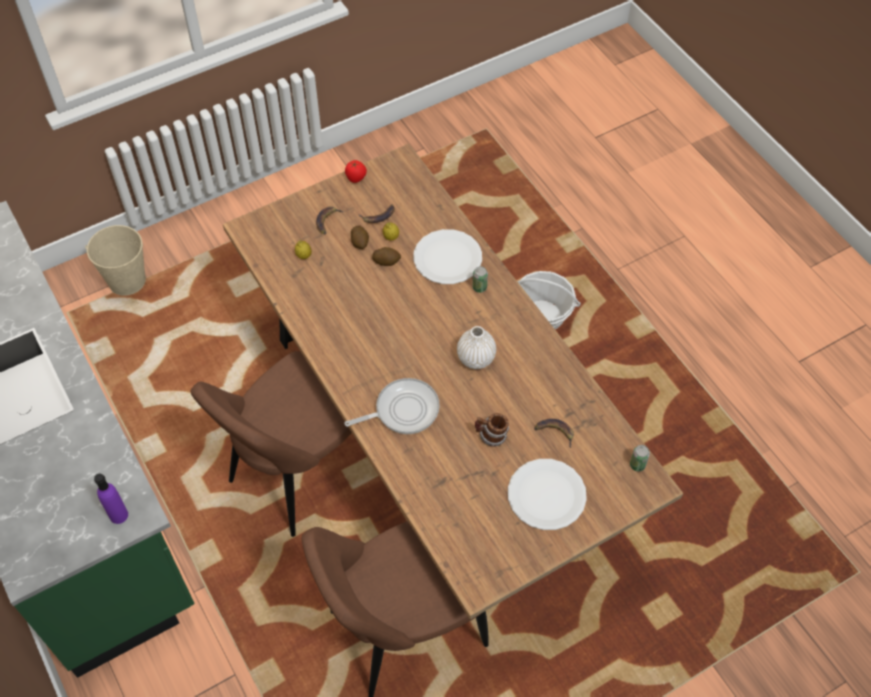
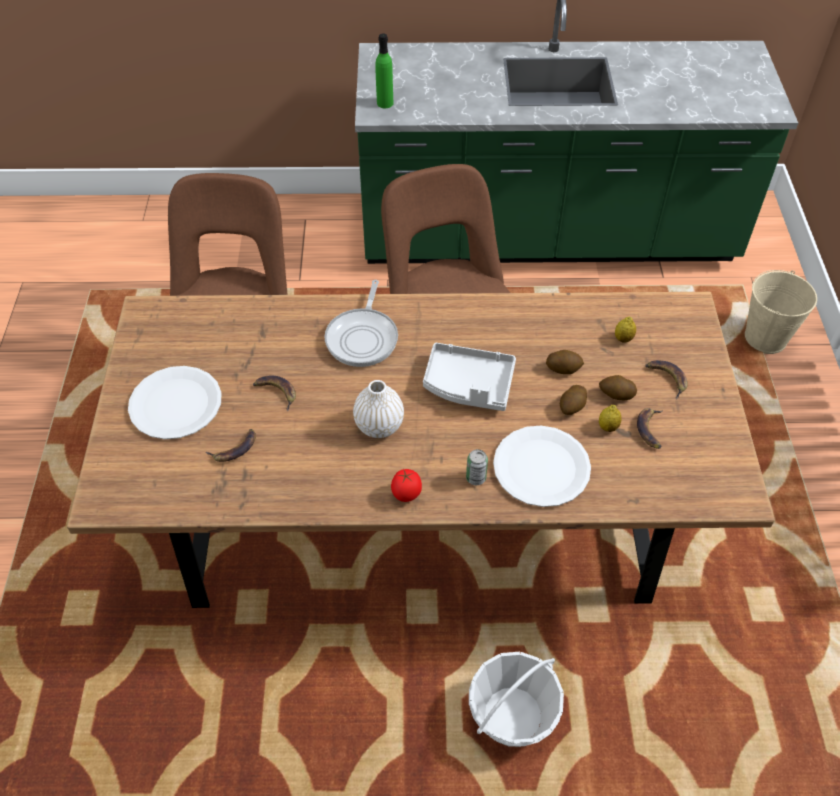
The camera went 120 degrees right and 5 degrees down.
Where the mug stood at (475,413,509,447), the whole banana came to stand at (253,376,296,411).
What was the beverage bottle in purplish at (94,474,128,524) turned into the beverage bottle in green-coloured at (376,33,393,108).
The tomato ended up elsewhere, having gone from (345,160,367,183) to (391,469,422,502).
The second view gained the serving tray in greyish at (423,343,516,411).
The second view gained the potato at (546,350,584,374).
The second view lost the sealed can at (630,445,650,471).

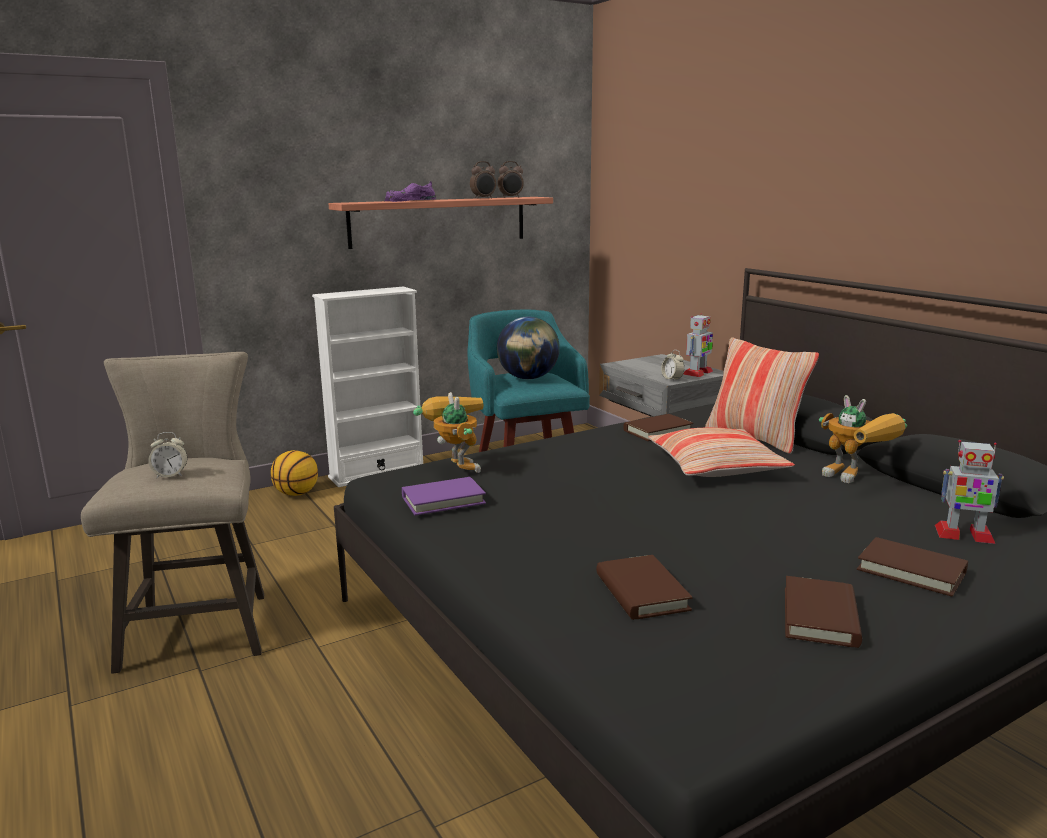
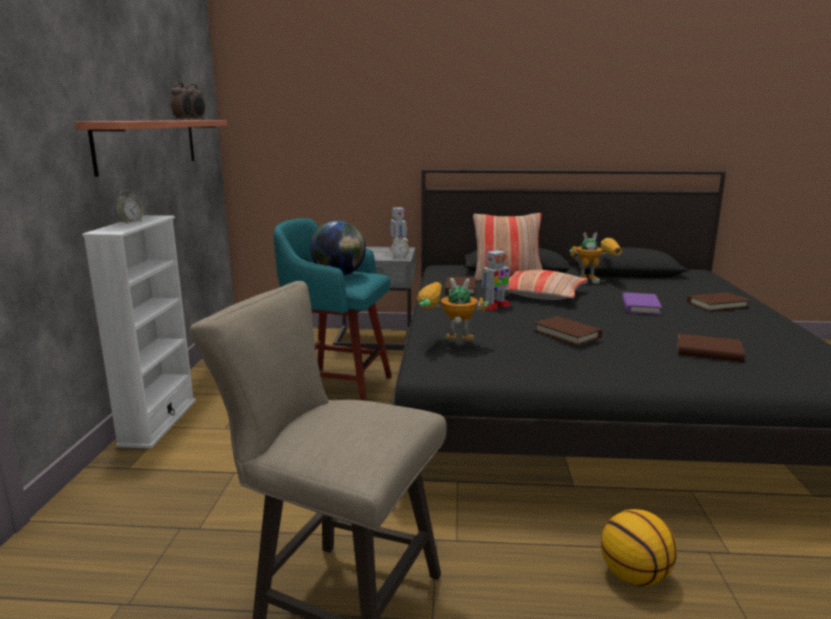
The camera went 55 degrees left and 0 degrees up.
The alarm clock ended up elsewhere, having gone from (148,432,187,478) to (115,190,144,224).
The model robot ended up elsewhere, having gone from (935,440,1004,544) to (482,249,511,311).
The book in brown-coloured ended up elsewhere, having gone from (785,576,862,648) to (534,316,602,346).
The ball for basketball ended up elsewhere, having gone from (271,450,318,496) to (601,509,677,586).
The book in purplish ended up elsewhere, having gone from (402,477,486,516) to (622,293,662,315).
The second view lost the item of footwear in purplish at (385,181,436,202).

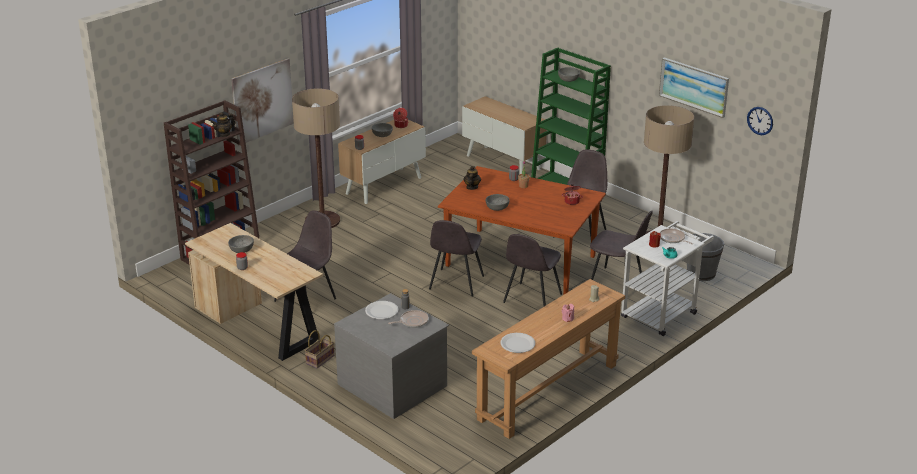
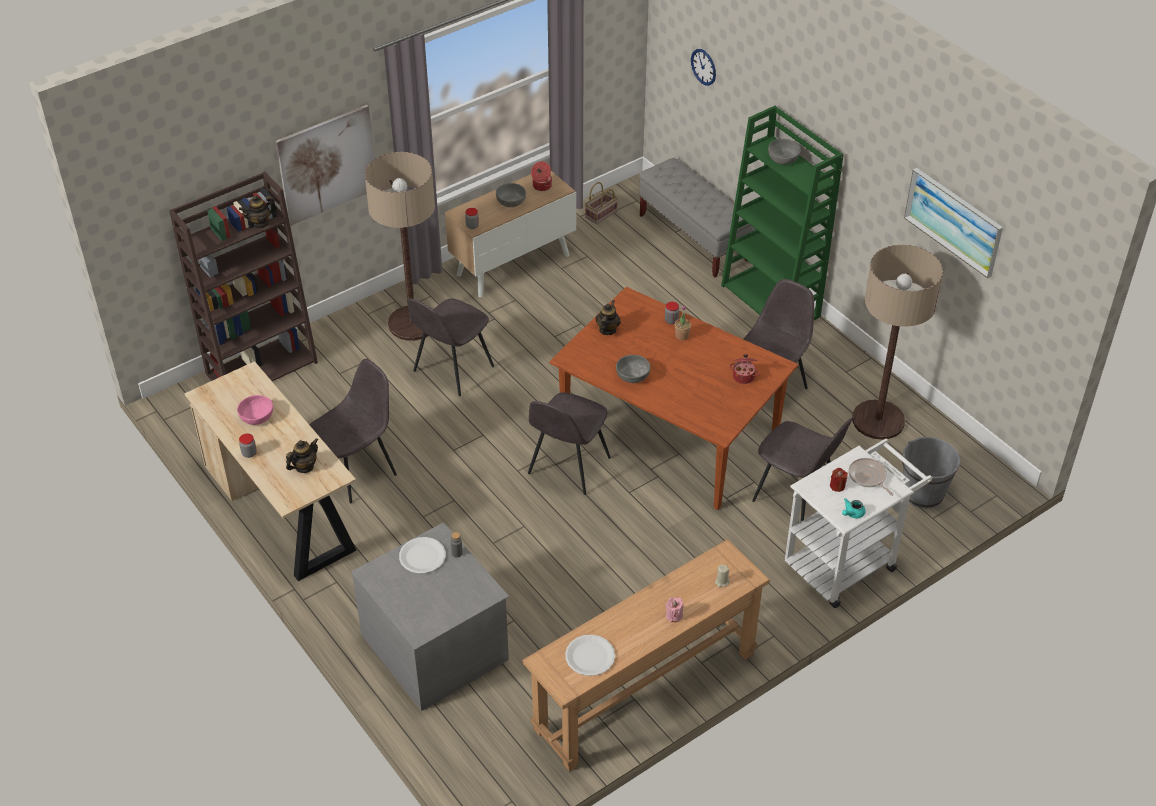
The camera went 10 degrees right and 15 degrees up.
What was the bowl in greyish at (228,235,254,253) turned into the bowl in pink-coloured at (237,395,273,425).
The second view gained the tea pot at (286,438,318,473).
The chair in greyish ended up elsewhere, having gone from (503,234,562,306) to (407,298,494,396).
The storage basket ended up elsewhere, having gone from (305,330,334,368) to (585,182,618,224).
Where the cabinet stood at (462,96,547,174), the long seat in greyish came to stand at (639,158,753,278).
The hanging clock ended up elsewhere, having gone from (747,107,773,135) to (691,49,716,86).
The second view lost the pan at (388,310,429,328).

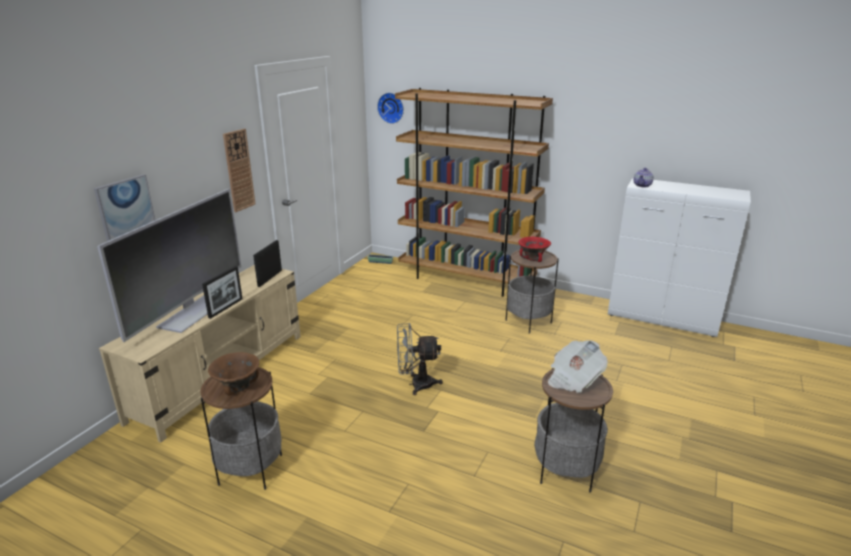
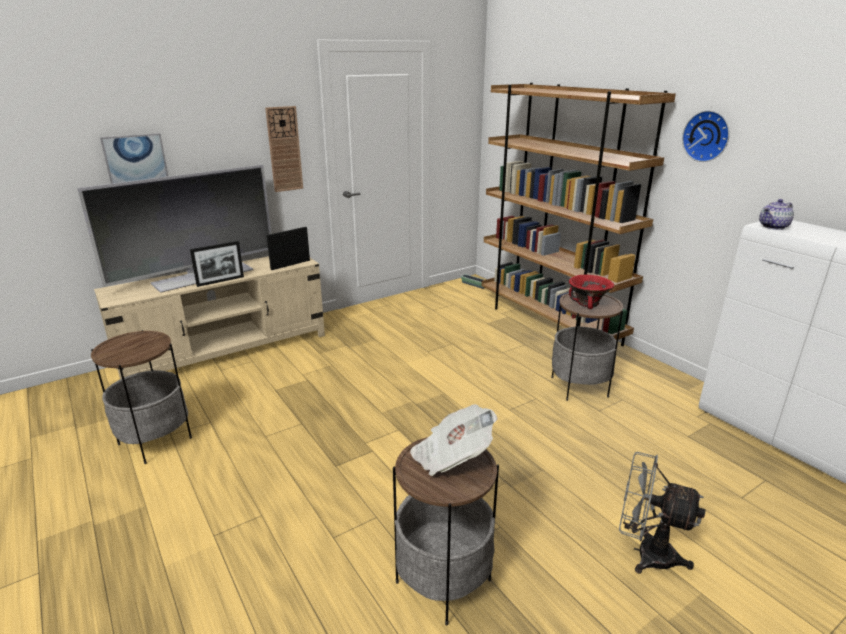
The camera went 30 degrees right and 0 degrees up.
The cooling fan in greyish ended up elsewhere, having gone from (397,323,443,395) to (619,452,705,574).
The hanging clock ended up elsewhere, having gone from (377,93,404,124) to (682,110,730,162).
The second view lost the bowl in brown-coloured at (208,352,259,396).

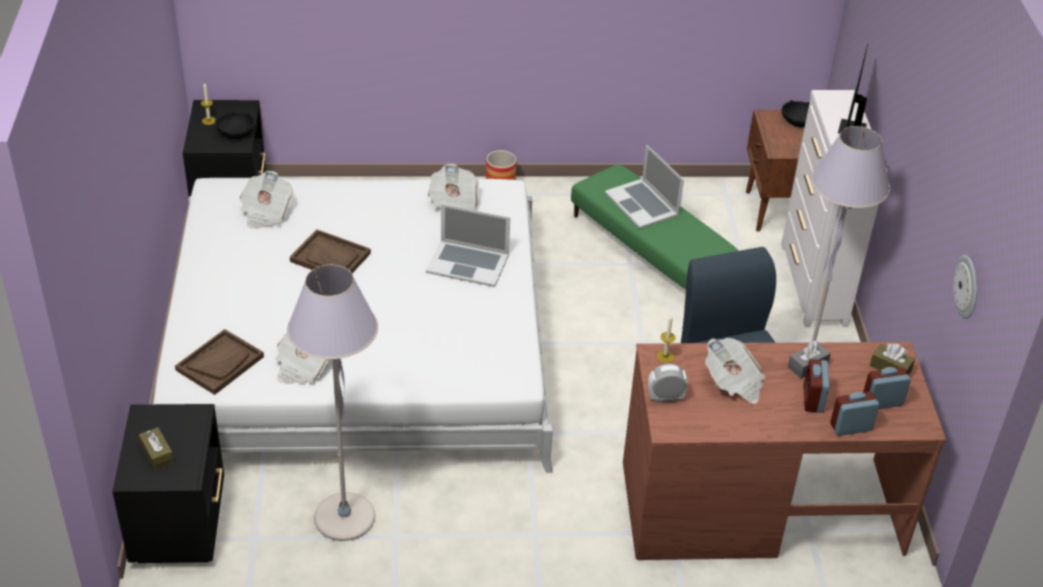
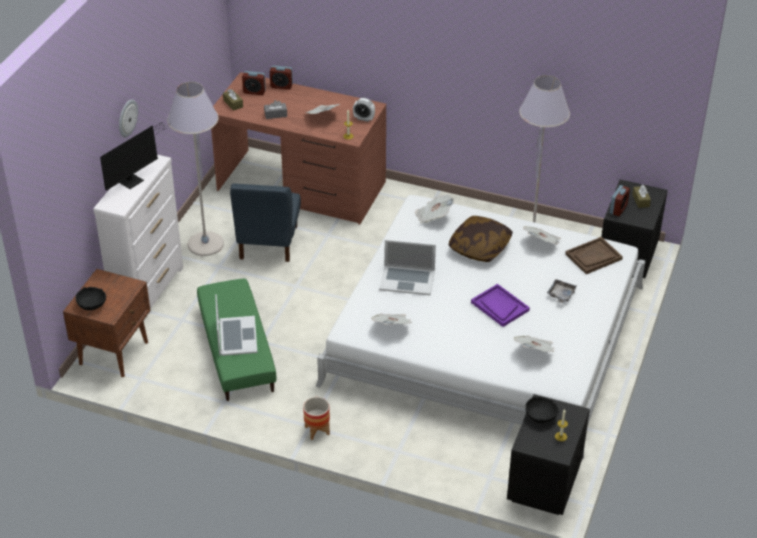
The camera went 155 degrees left and 0 degrees up.
The hanging clock ended up elsewhere, having gone from (953,255,977,319) to (119,99,138,137).
The notebook computer at (426,204,510,287) ended up facing another way, 150 degrees clockwise from before.
The second view gained the daily paper at (415,194,455,224).
The second view gained the throw pillow at (449,216,513,262).
What was the serving tray in brown-coloured at (290,230,371,273) turned into the serving tray in purplish at (471,284,530,327).
The second view gained the serving tray in greyish at (547,279,576,304).
The alarm clock ended up elsewhere, having gone from (803,359,829,413) to (610,185,630,216).

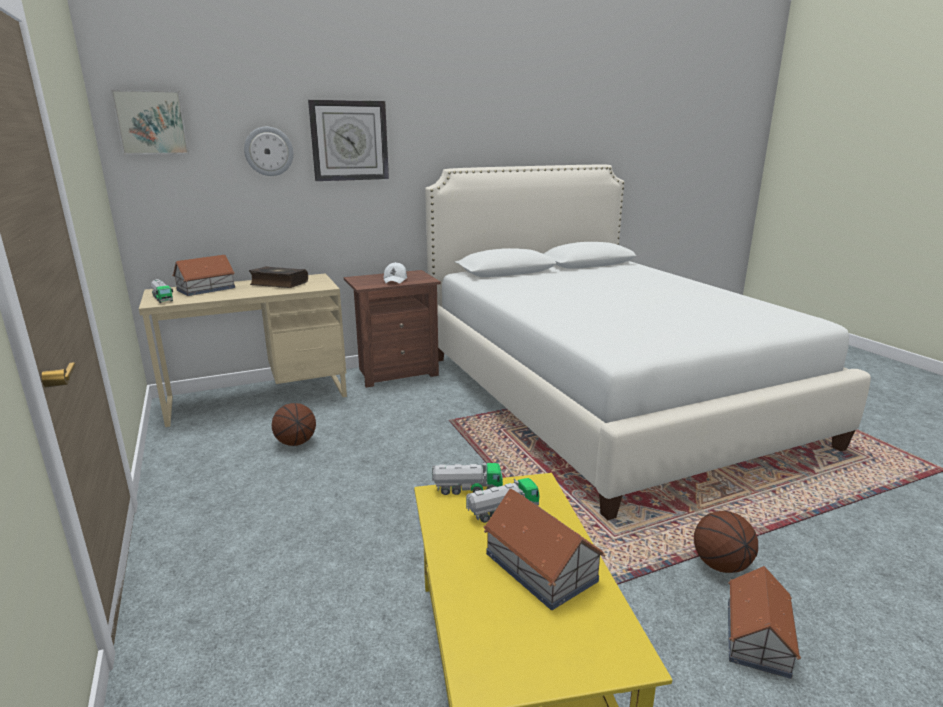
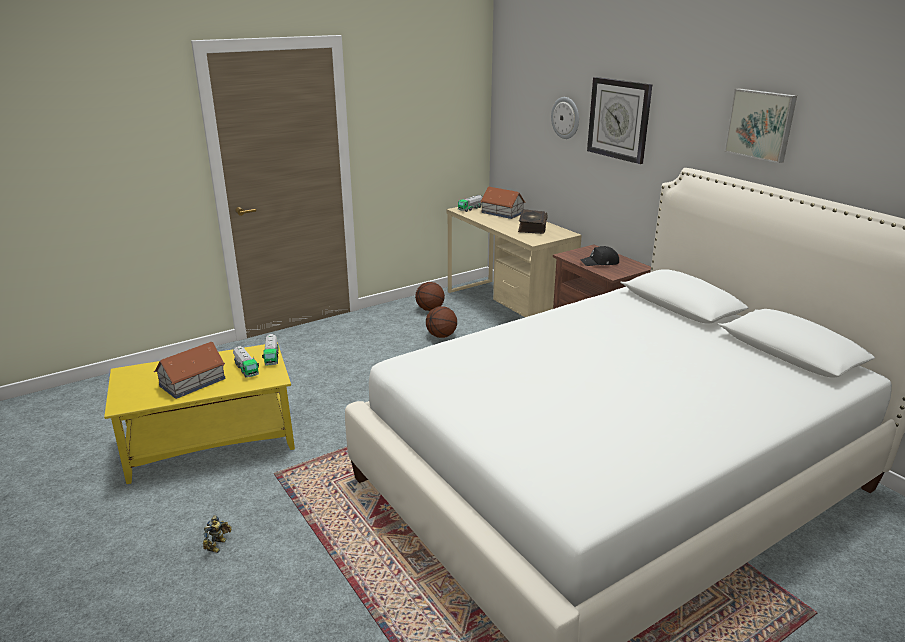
The camera went 80 degrees right and 5 degrees up.
Where the model house stood at (728,566,801,679), the model robot came to stand at (203,515,232,553).
The ball for basketball ended up elsewhere, having gone from (694,511,758,573) to (415,282,445,311).
What was the baseball cap in white at (383,262,407,284) turned into the baseball cap in black-coloured at (580,246,619,266).
The wall picture ended up elsewhere, having gone from (111,89,189,155) to (724,88,797,163).

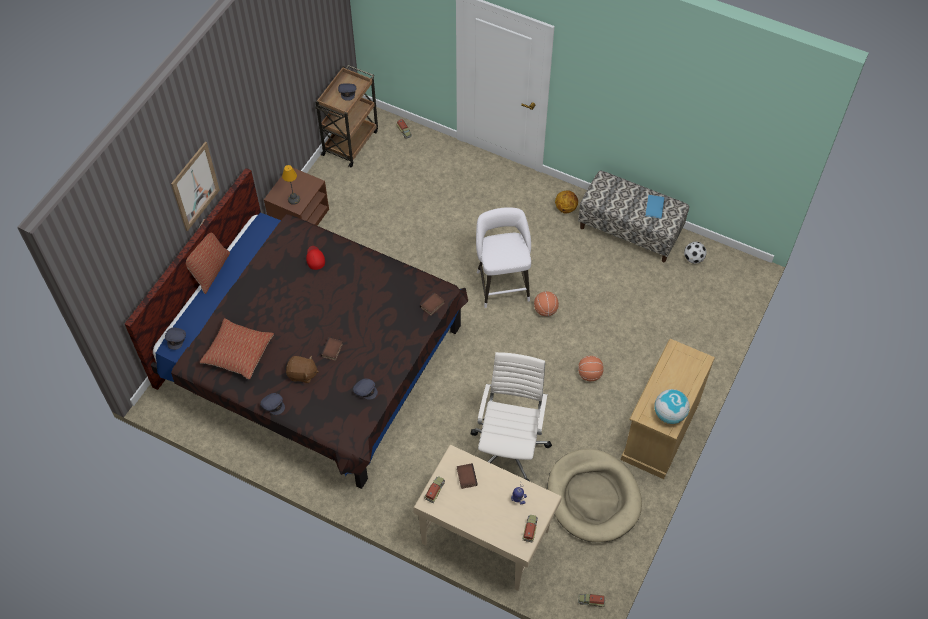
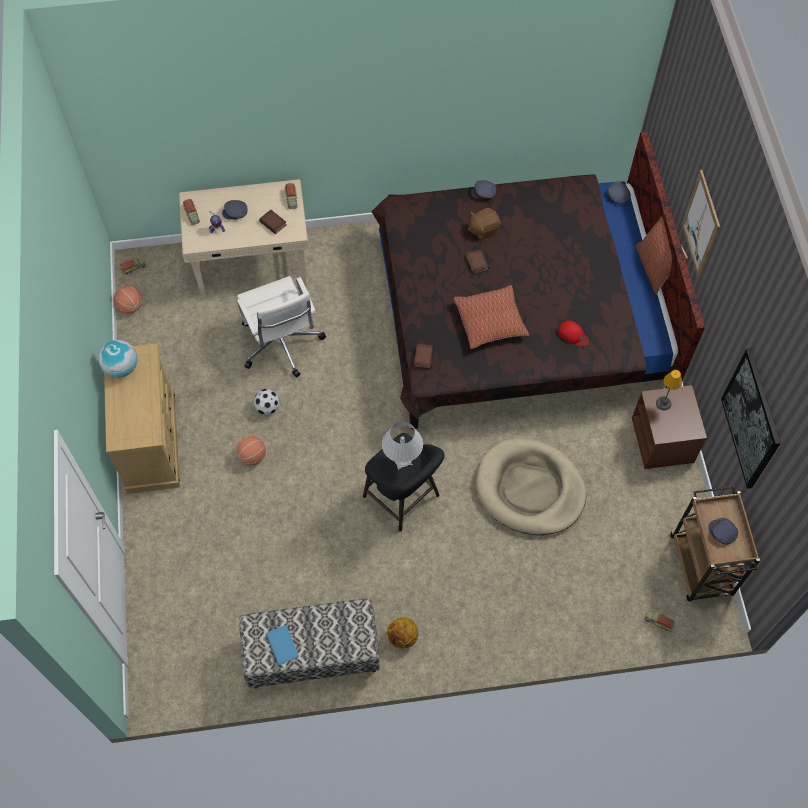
The camera went 145 degrees right and 5 degrees up.
The ball for basketball ended up elsewhere, having gone from (534,291,559,316) to (114,286,142,314).
The baseball cap in greyish ended up elsewhere, having gone from (353,378,378,400) to (222,200,248,220).
The ball for football ended up elsewhere, having gone from (684,242,707,264) to (254,389,280,415).
What was the stool in white at (476,207,531,308) turned into the stool in black-coloured at (363,433,445,532).
The second view gained the lamp for a table in white at (382,421,423,470).
The throw pillow ended up elsewhere, having gone from (200,318,274,379) to (454,285,529,349).
The pet bed in sand-coloured ended up elsewhere, having gone from (548,449,642,542) to (476,438,587,535).
The second view gained the wall picture at (721,349,781,489).

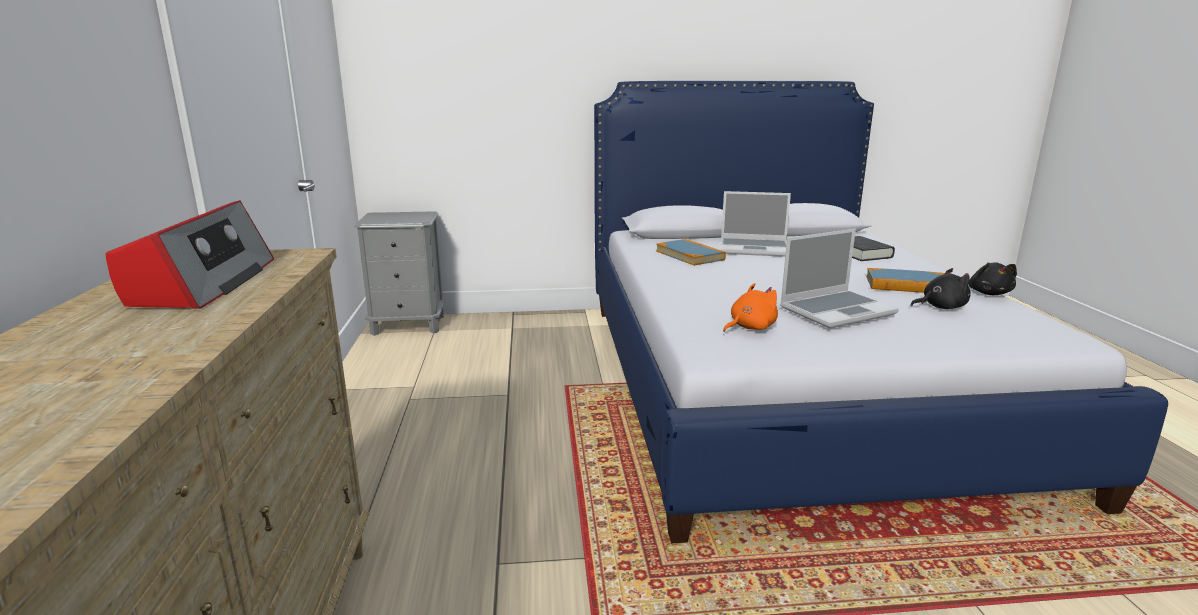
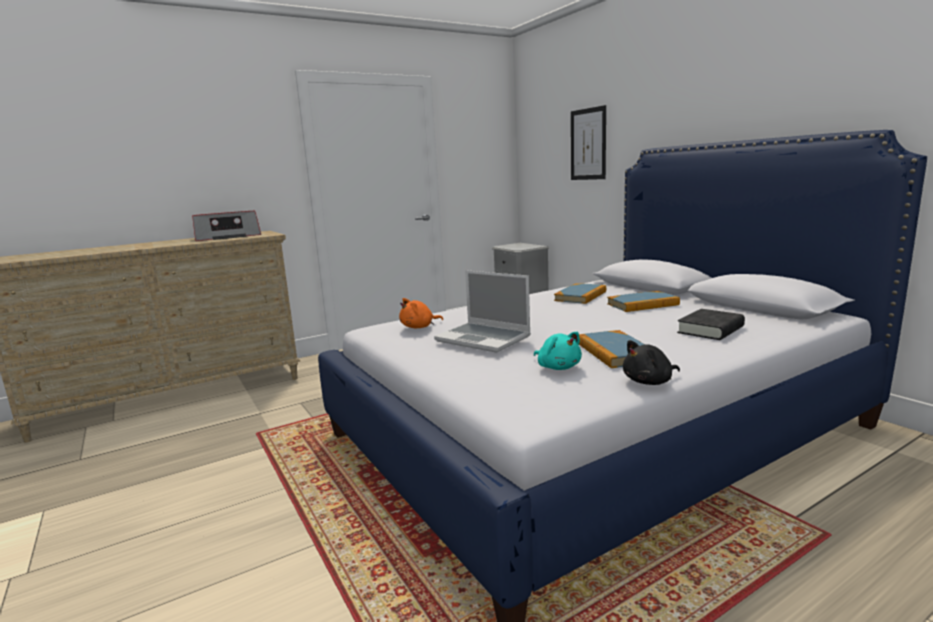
The camera went 65 degrees right and 5 degrees down.
The soft toy in orange at (723,283,778,332) ended up facing another way, 120 degrees clockwise from before.
What was the soft toy in black-coloured at (911,268,970,309) turned into the soft toy in blue-green at (534,332,582,370).
The second view gained the wall picture at (571,105,606,180).
Where the notebook computer stood at (721,191,791,257), the book came to stand at (607,291,680,312).

